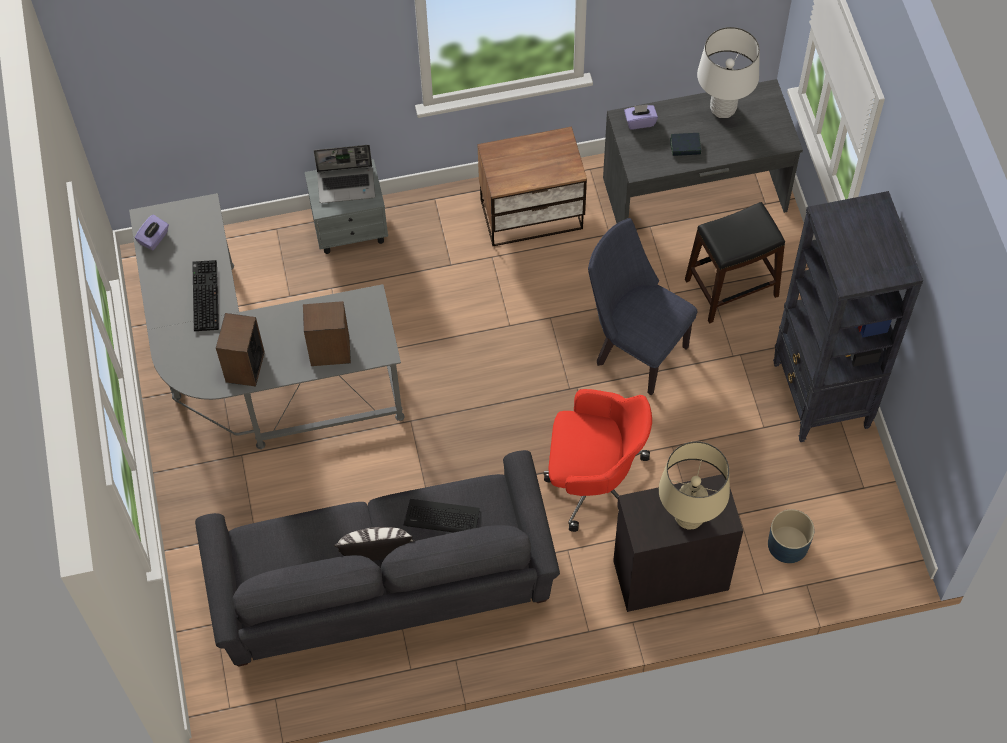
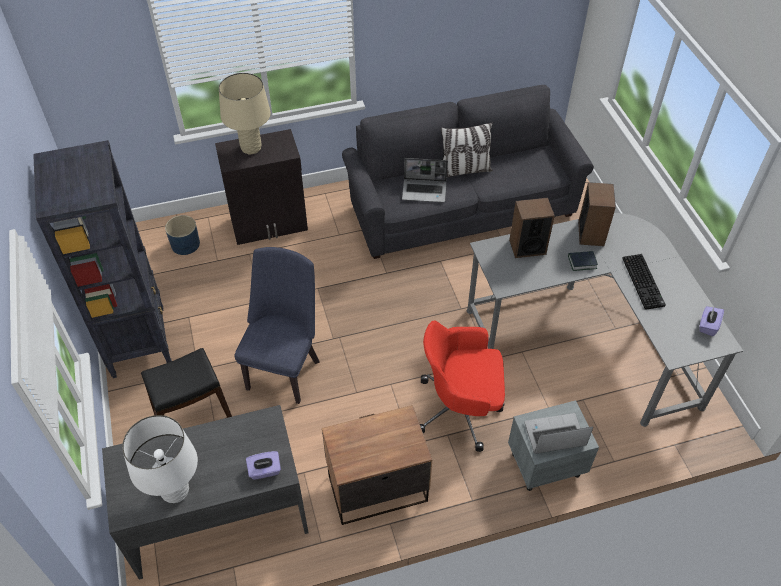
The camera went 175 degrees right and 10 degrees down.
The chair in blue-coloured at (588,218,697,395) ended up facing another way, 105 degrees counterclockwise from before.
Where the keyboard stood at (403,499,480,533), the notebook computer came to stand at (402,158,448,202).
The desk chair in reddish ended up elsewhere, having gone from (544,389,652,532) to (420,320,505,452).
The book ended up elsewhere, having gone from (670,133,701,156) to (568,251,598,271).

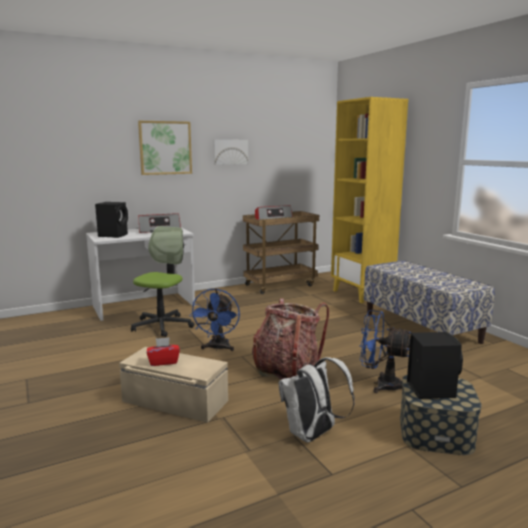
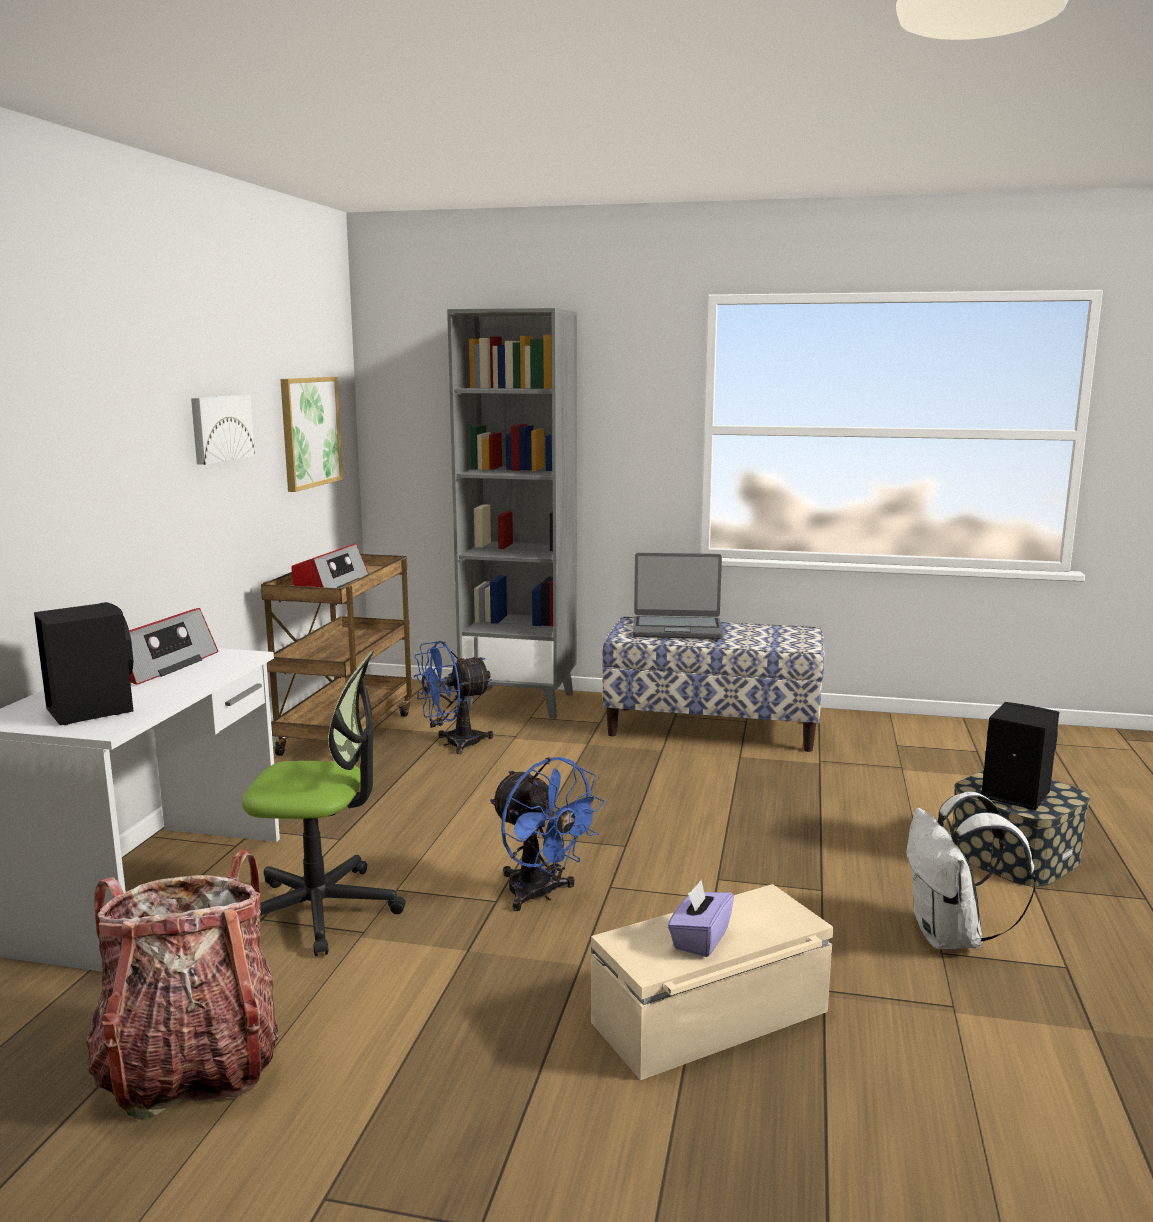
The camera went 50 degrees left and 0 degrees up.
The rucksack ended up elsewhere, having gone from (252,298,329,380) to (86,850,279,1119).
The desk chair at (131,226,194,337) ended up facing another way, 120 degrees clockwise from before.
The wall picture ended up elsewhere, having gone from (138,121,192,175) to (280,377,343,492).
The cooling fan in blue-coloured ended up elsewhere, having gone from (360,310,412,393) to (414,641,493,754).
What was the shelving unit in yellowish at (331,97,408,303) turned into the shelving unit in greyish at (447,308,577,719).
The second view gained the notebook computer at (633,553,723,639).
What was the tissue box in reddish at (147,337,180,366) turned into the tissue box in purplish at (668,880,734,957).

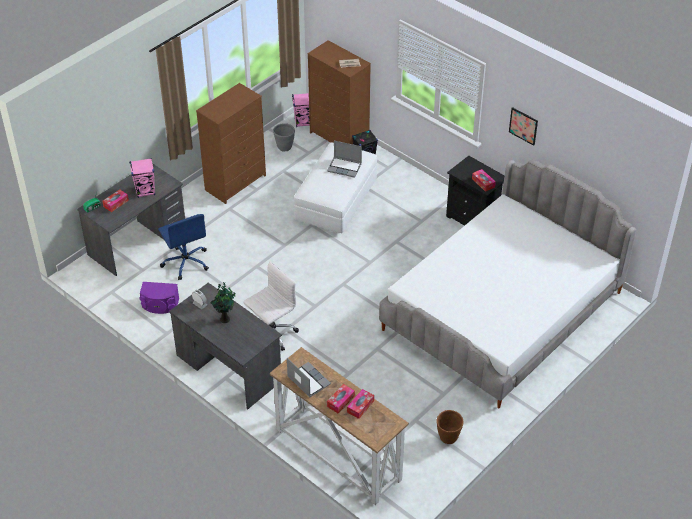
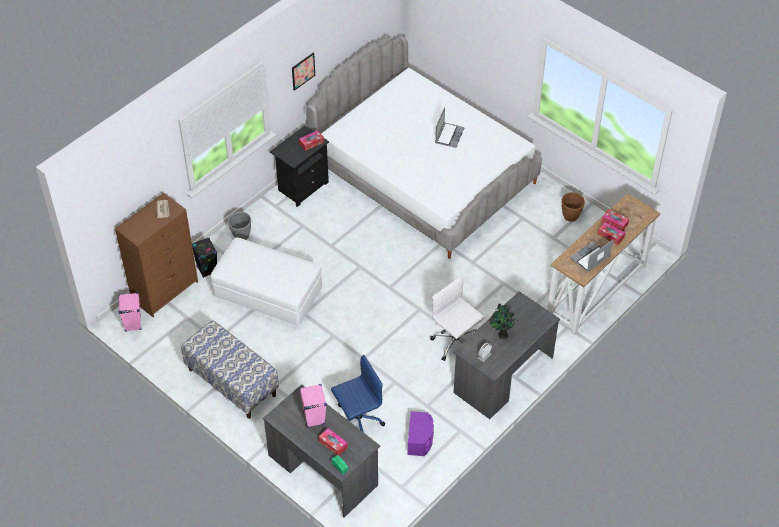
The camera went 90 degrees left and 5 degrees up.
Where the drawer chest in brown-coloured stood at (196,83,266,204), the long seat came to stand at (181,320,279,419).
The planter in greyish ended up elsewhere, having gone from (273,123,295,151) to (228,212,251,240).
The notebook computer ended up elsewhere, having gone from (327,141,362,178) to (435,107,465,148).

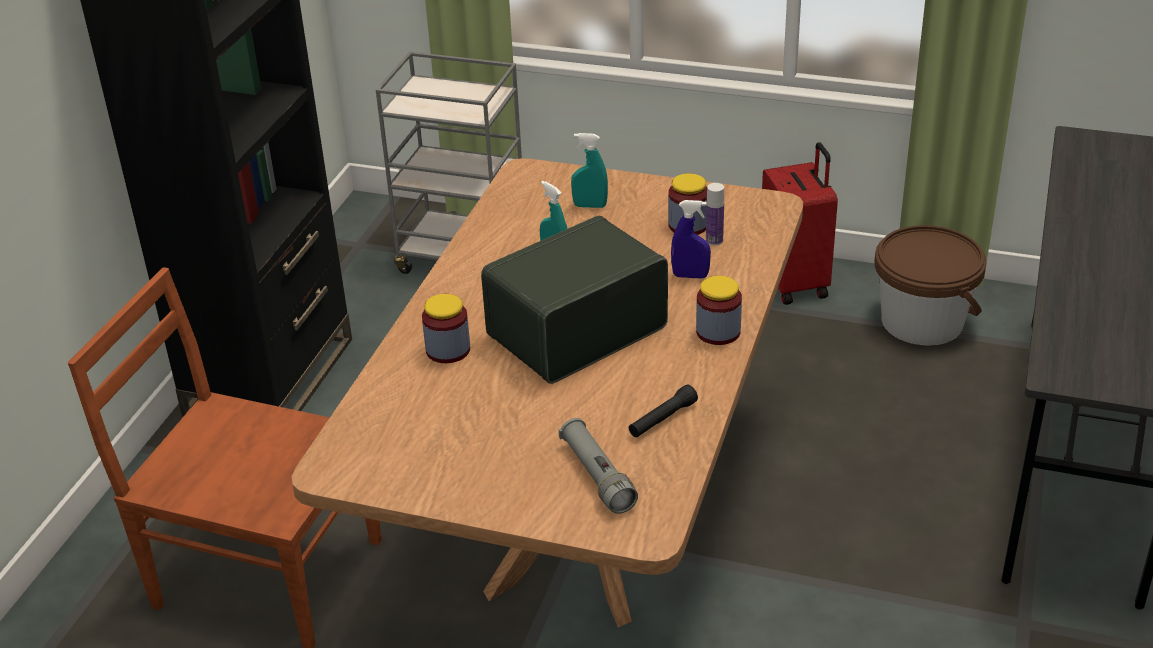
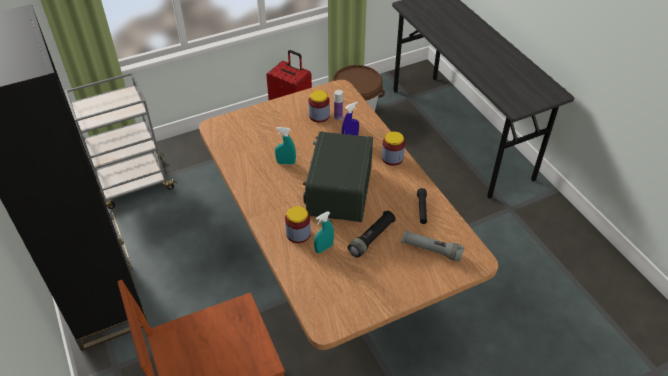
The camera went 45 degrees left and 10 degrees up.
The spray bottle in blue-green ended up elsewhere, having gone from (571,133,608,208) to (314,211,334,253).
The second view gained the flashlight in black-coloured at (348,211,396,258).

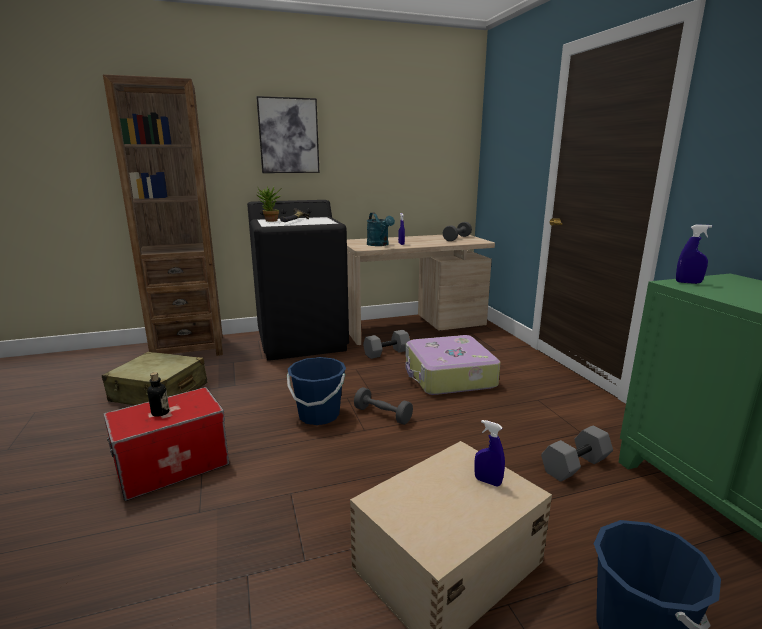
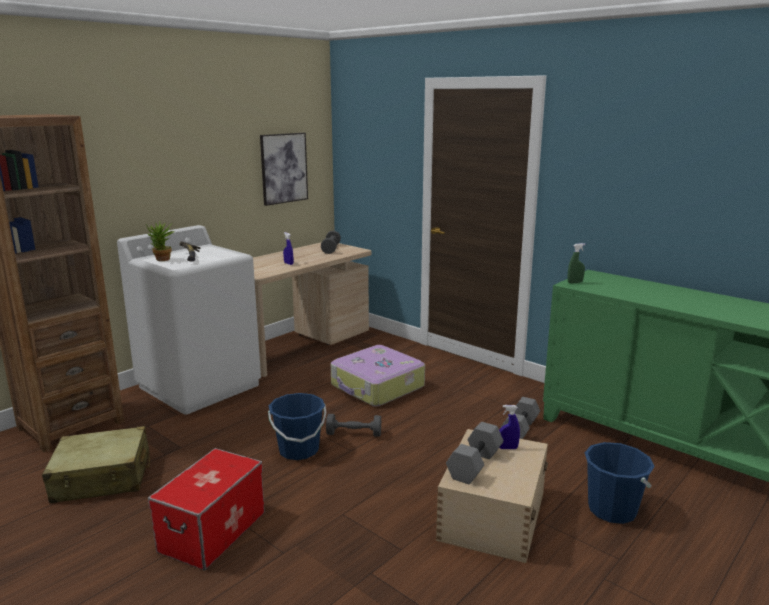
The camera went 30 degrees left and 0 degrees up.
What was the laundry appliance in black-coloured at (247,200,349,361) turned into the laundry appliance in white at (117,225,261,415).
The wall picture ended up elsewhere, having gone from (256,96,320,173) to (260,133,308,206).
The free weight in greyish ended up elsewhere, having gone from (363,330,410,359) to (446,422,504,484).
What was the spray bottle in blue-coloured at (676,225,712,284) turned into the spray bottle in green-coloured at (567,243,585,283).
The second view lost the beverage bottle at (147,372,169,417).
The second view lost the watering can in blue-green at (367,212,395,246).

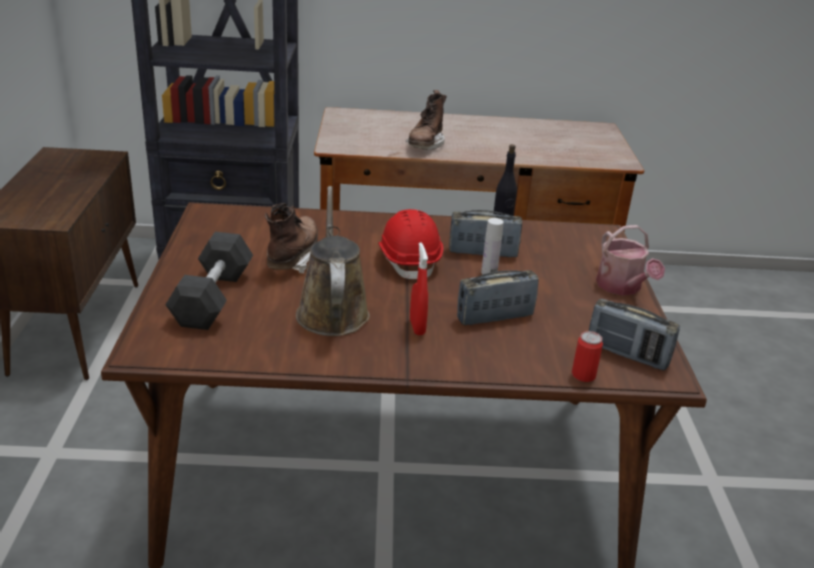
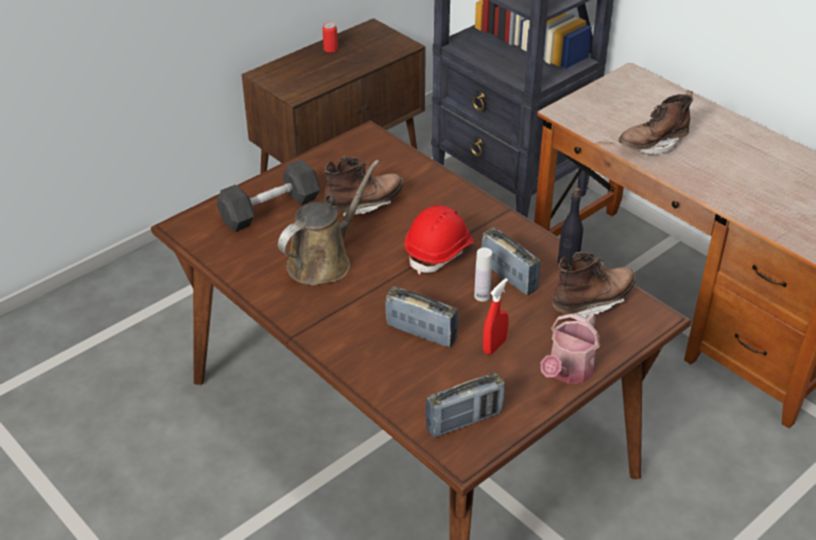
The camera went 50 degrees right and 10 degrees up.
The sealed can ended up elsewhere, having gone from (572,331,603,382) to (323,22,338,53).
The radio set at (589,299,680,370) ended up facing another way, 105 degrees counterclockwise from before.
The spray bottle in reddish ended up elsewhere, having gone from (410,242,428,335) to (483,278,509,355).
The second view gained the boot in brown-coloured at (552,252,636,322).

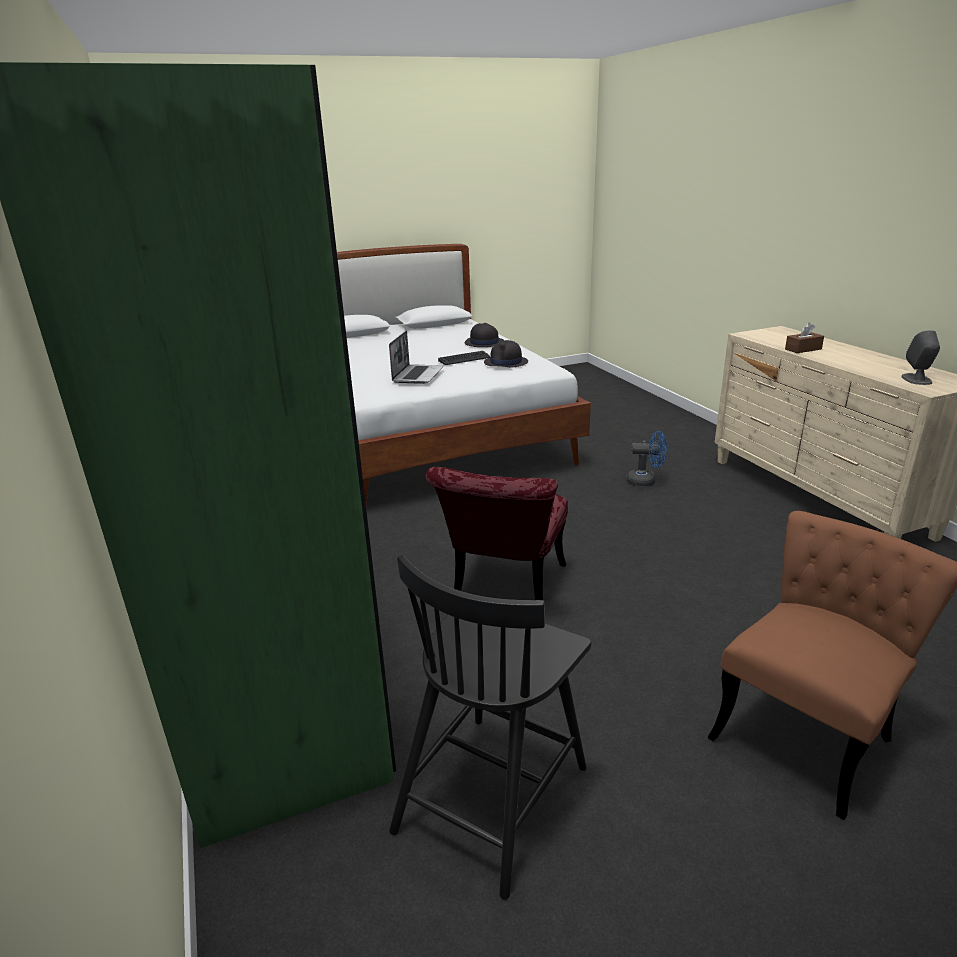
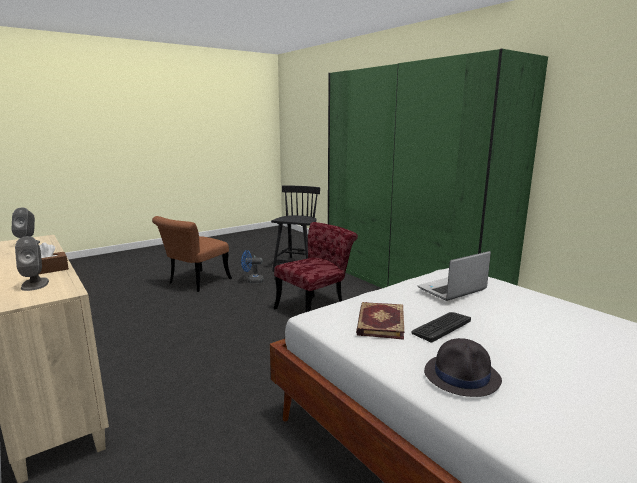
The camera went 165 degrees right and 10 degrees down.
The second view gained the loudspeaker in greyish at (15,236,49,291).
The cooling fan in blue-coloured ended up elsewhere, having gone from (627,431,667,486) to (241,250,264,284).
The chair in reddish at (426,467,568,600) ended up facing another way, 45 degrees clockwise from before.
Where the hat in black-coloured stood at (484,340,528,367), the book came to stand at (356,302,404,340).
The notebook computer at (389,331,443,384) ended up facing another way, 60 degrees clockwise from before.

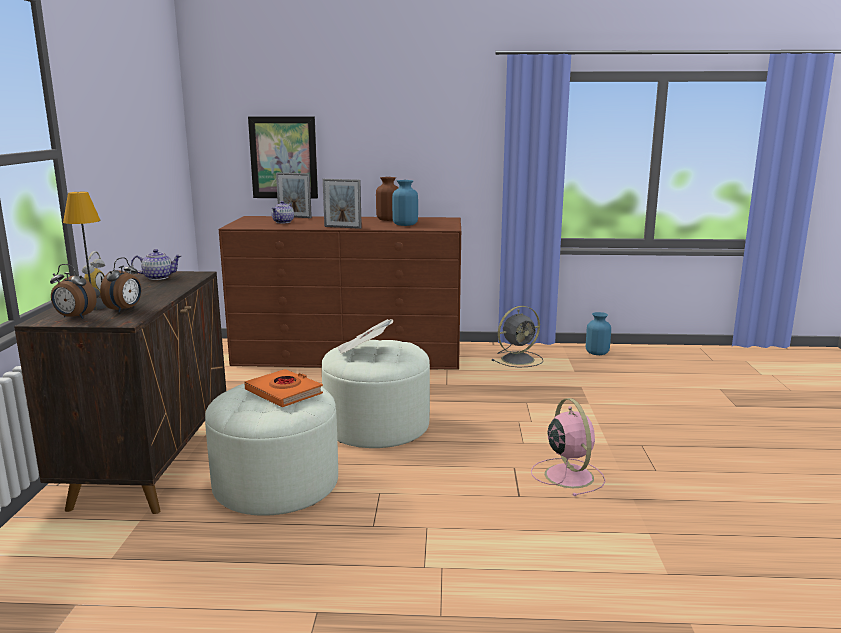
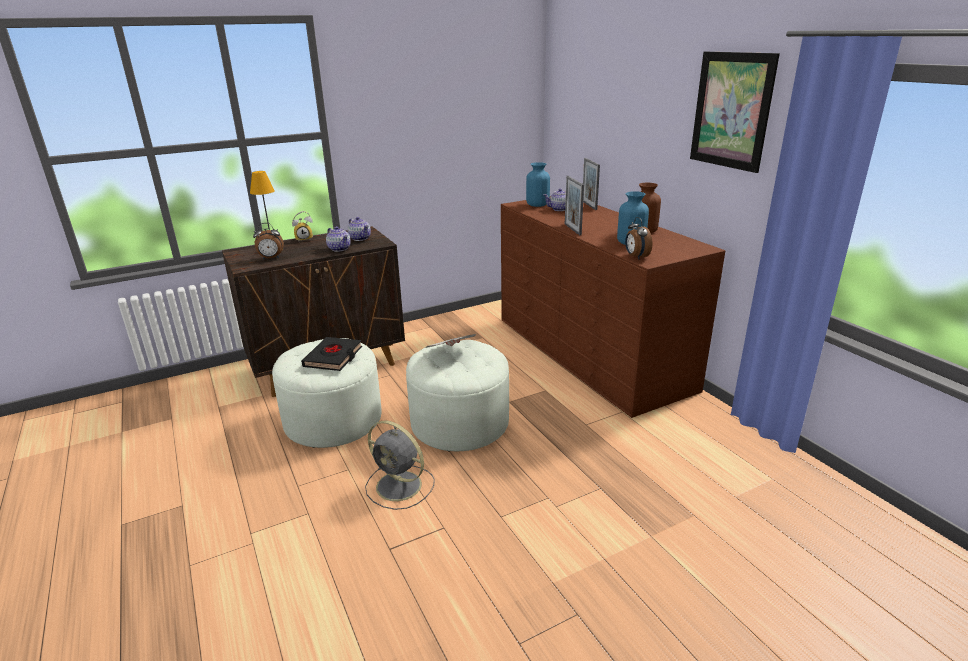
The camera went 60 degrees right and 10 degrees up.
What was the book in orange at (244,369,323,407) turned into the book in black-coloured at (301,337,362,371).
The second view gained the tea pot at (326,226,351,252).
The cooling fan in greyish ended up elsewhere, having gone from (491,306,543,367) to (365,420,435,510).
The flower vase in blue-coloured ended up elsewhere, having gone from (586,312,611,355) to (526,162,550,207).
The alarm clock ended up elsewhere, having gone from (50,264,97,319) to (625,217,653,260).
The wall picture ended up elsewhere, having gone from (248,116,318,198) to (690,52,780,173).
The second view lost the cooling fan in pink-coloured at (531,398,605,496).

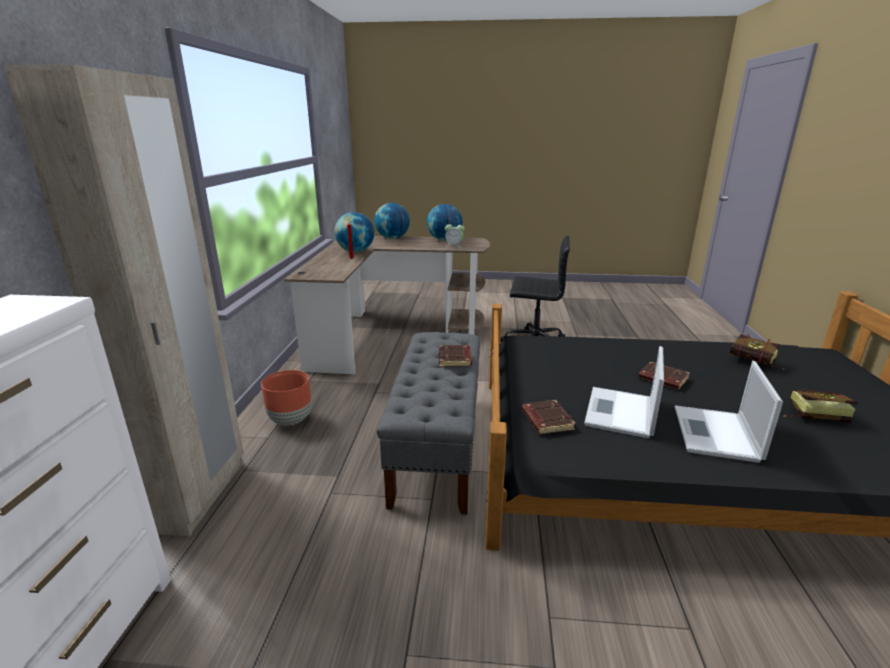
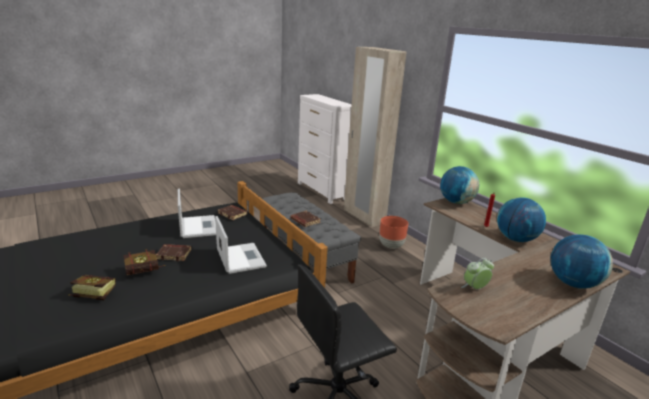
The camera went 140 degrees right and 0 degrees up.
The book ended up elsewhere, having gone from (784,390,858,423) to (123,249,165,275).
The notebook computer ended up elsewhere, having gone from (675,361,783,463) to (215,216,267,274).
The desk globe ended up elsewhere, having gone from (427,204,463,241) to (440,166,479,204).

